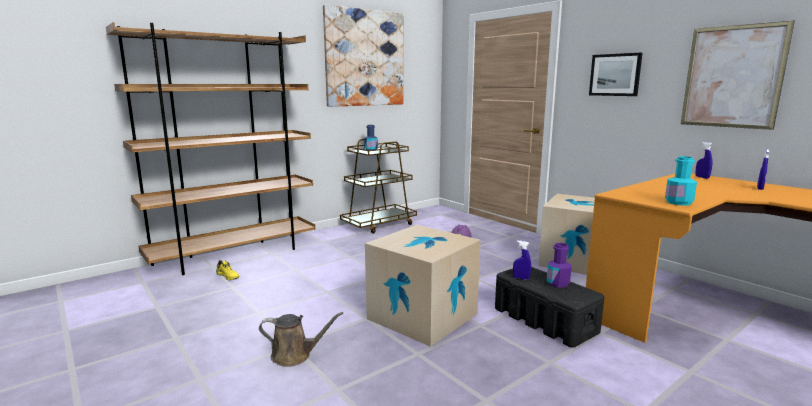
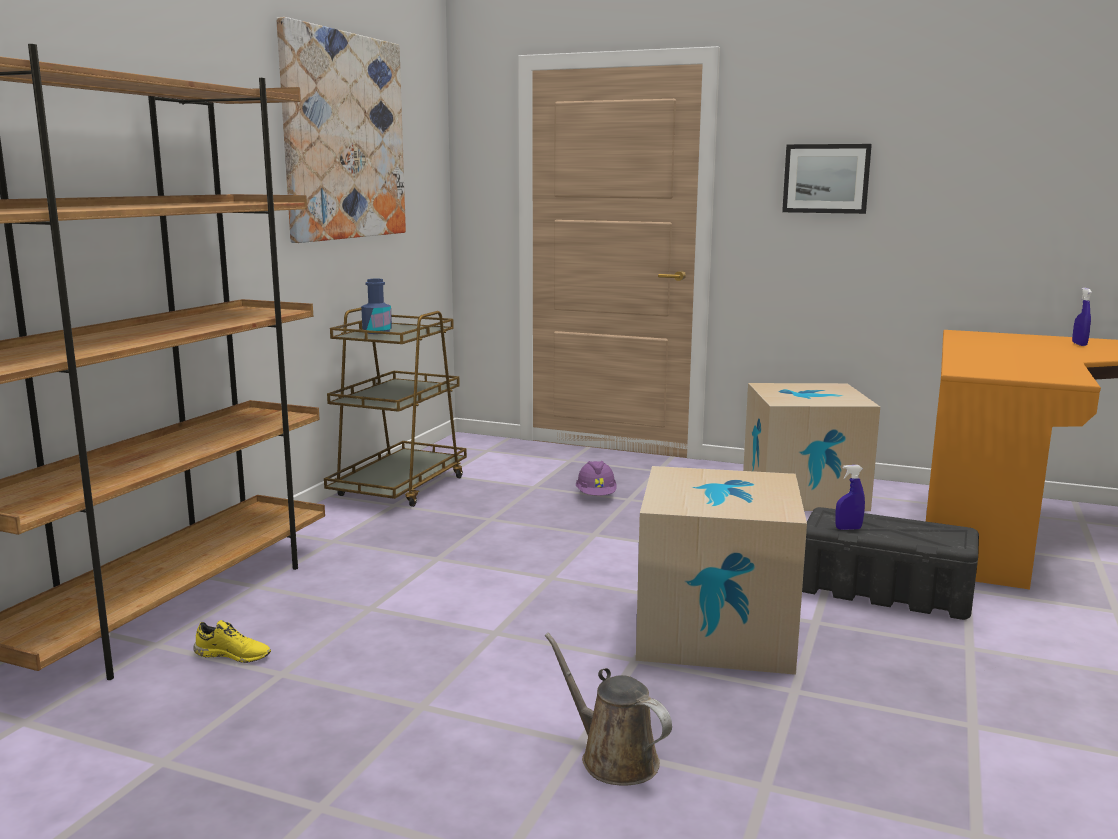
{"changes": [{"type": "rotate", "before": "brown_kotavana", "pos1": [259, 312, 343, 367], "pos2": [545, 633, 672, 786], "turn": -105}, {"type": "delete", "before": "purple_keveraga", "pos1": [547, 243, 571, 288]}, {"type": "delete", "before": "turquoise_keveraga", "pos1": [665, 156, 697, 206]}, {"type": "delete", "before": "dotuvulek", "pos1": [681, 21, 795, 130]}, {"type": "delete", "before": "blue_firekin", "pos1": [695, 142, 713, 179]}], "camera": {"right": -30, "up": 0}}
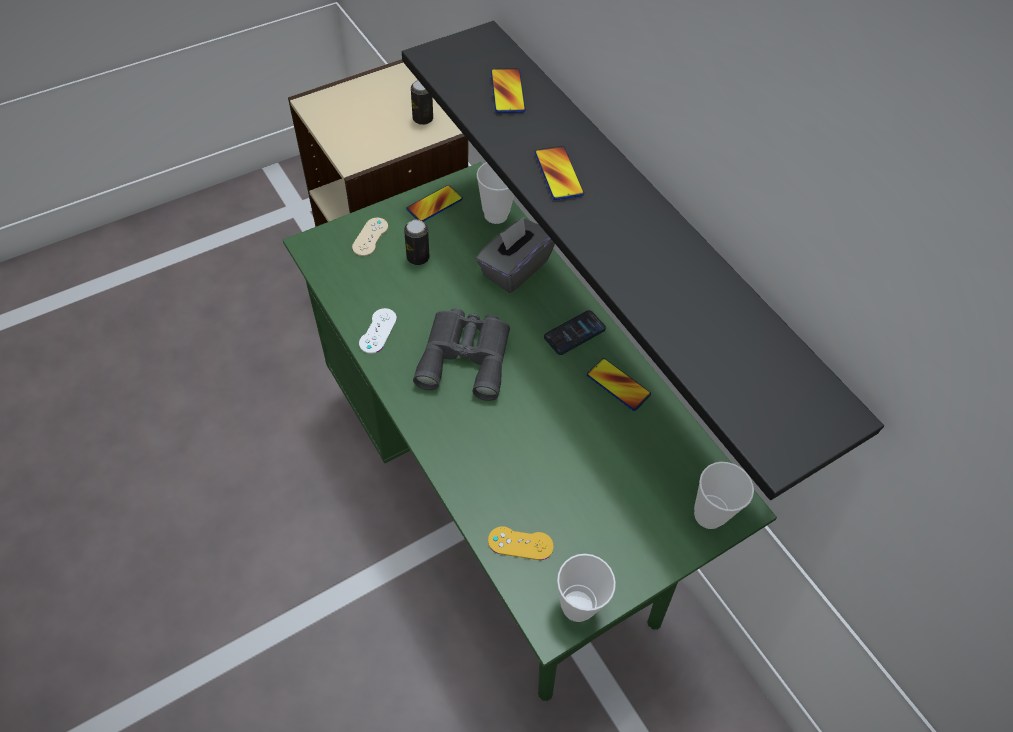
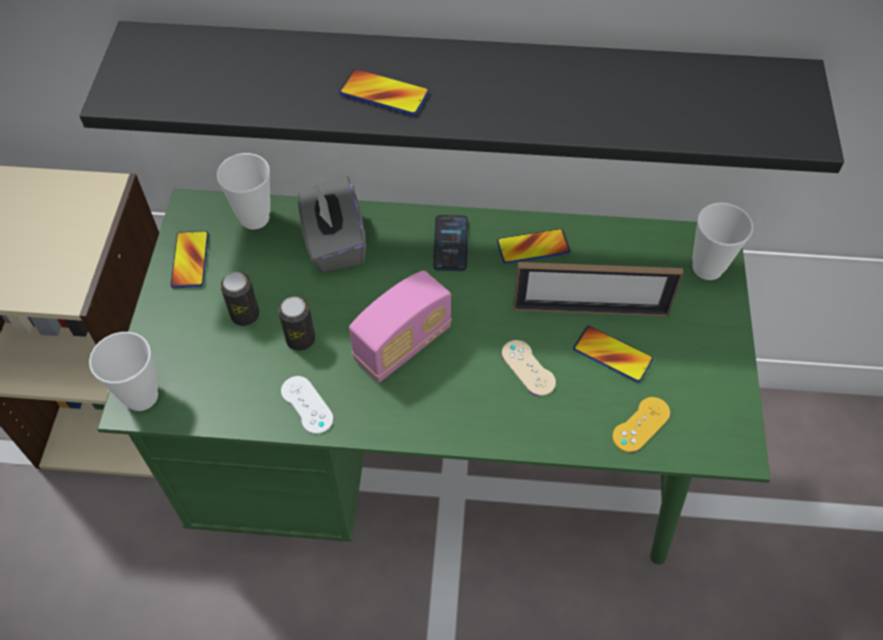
{"changes": [{"type": "move", "before": "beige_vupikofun", "pos1": [352, 218, 388, 256], "pos2": [502, 340, 556, 396]}, {"type": "move", "before": "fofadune", "pos1": [411, 80, 433, 125], "pos2": [278, 297, 315, 351]}, {"type": "replace", "before": "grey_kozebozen", "after": "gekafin", "pos1": [413, 308, 510, 401], "pos2": [349, 270, 452, 383]}, {"type": "move", "before": "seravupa", "pos1": [491, 68, 526, 113], "pos2": [573, 326, 653, 382]}, {"type": "move", "before": "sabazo", "pos1": [557, 554, 616, 622], "pos2": [89, 332, 158, 411]}, {"type": "insert", "after": "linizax", "pos2": [513, 262, 684, 316]}], "camera": {"right": -50, "up": 0}}
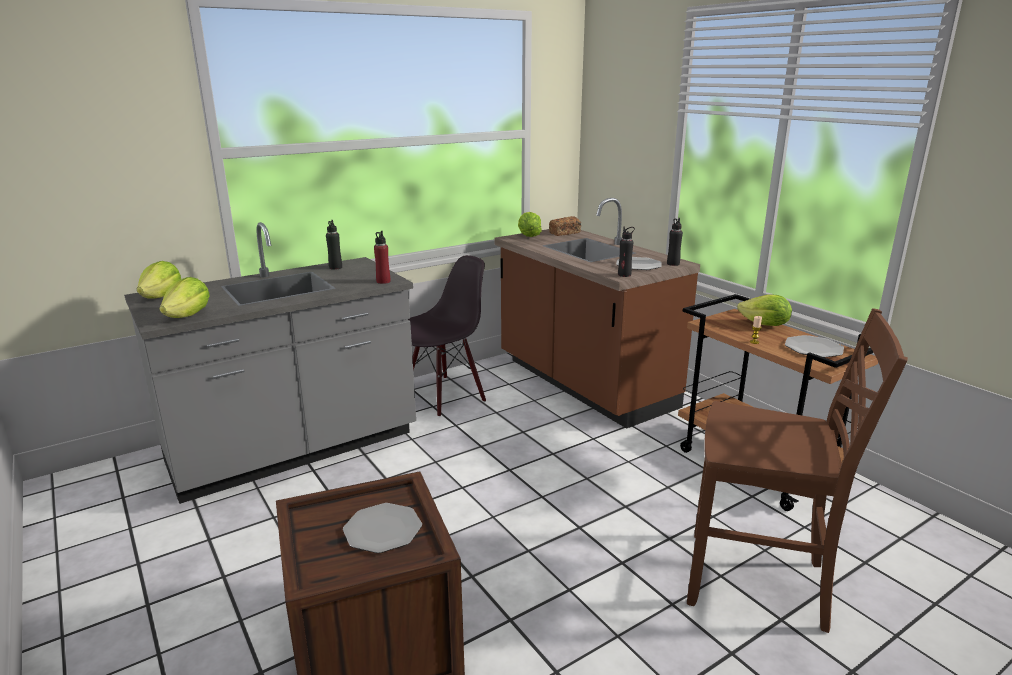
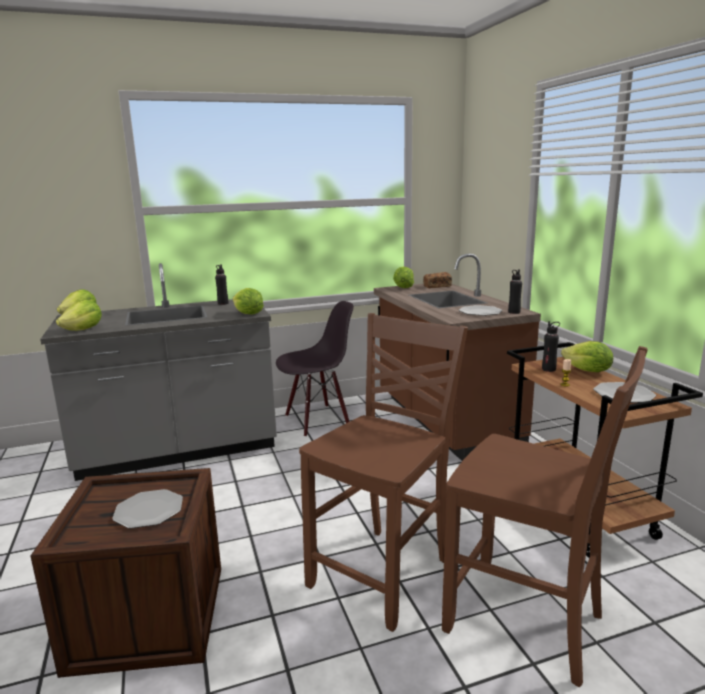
{"changes": [{"type": "replace", "before": "red_keveraga", "after": "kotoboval", "pos1": [374, 231, 390, 284], "pos2": [233, 288, 264, 315]}, {"type": "move", "before": "black_keveraga", "pos1": [618, 227, 635, 277], "pos2": [542, 321, 560, 372]}, {"type": "insert", "after": "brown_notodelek", "pos2": [299, 313, 468, 632]}], "camera": {"right": 15, "up": -5}}
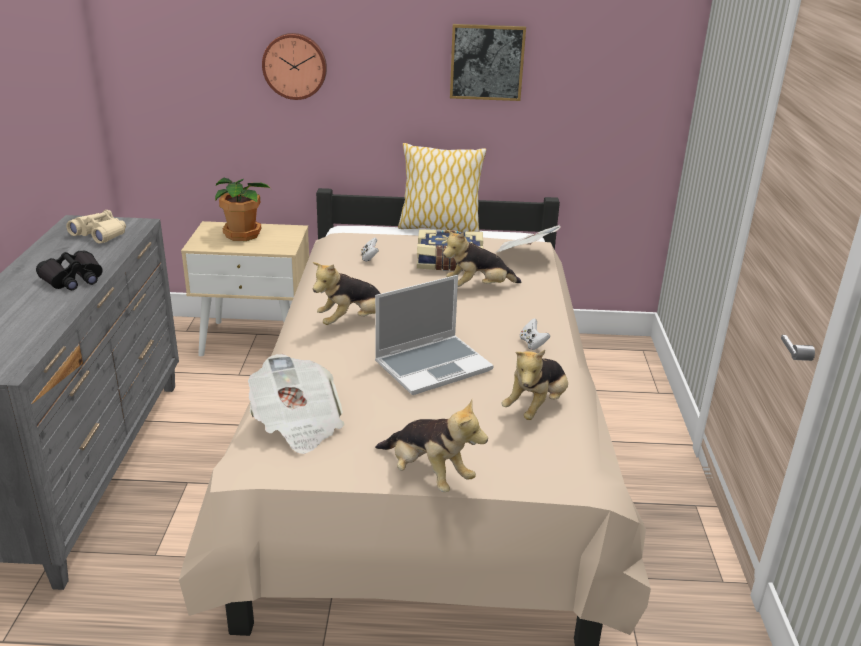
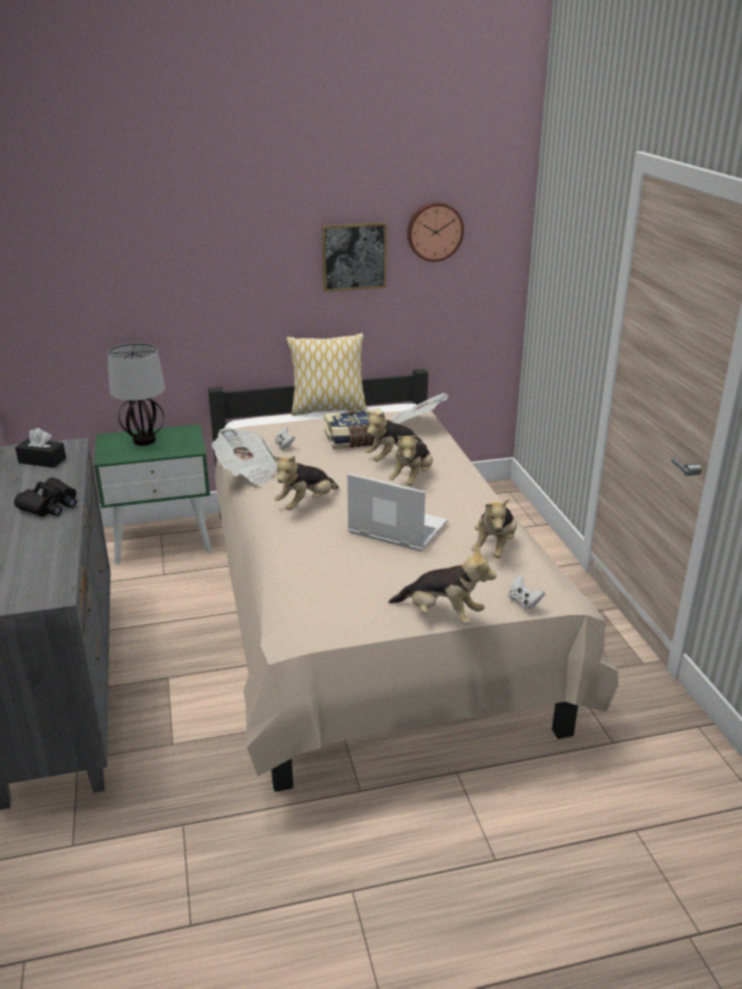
{"changes": [{"type": "replace", "before": "beige_kozebozen", "after": "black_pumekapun", "pos1": [66, 210, 126, 244], "pos2": [15, 428, 66, 468]}, {"type": "recolor", "before": "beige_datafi", "after": "green_datafi", "pos1": [181, 221, 309, 356], "pos2": [94, 424, 212, 564]}, {"type": "replace", "before": "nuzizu", "after": "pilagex", "pos1": [215, 177, 271, 241], "pos2": [107, 343, 166, 446]}, {"type": "move", "before": "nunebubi", "pos1": [248, 354, 344, 454], "pos2": [212, 428, 278, 486]}, {"type": "move", "before": "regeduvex", "pos1": [262, 33, 327, 100], "pos2": [407, 202, 464, 262]}, {"type": "rotate", "before": "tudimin", "pos1": [375, 275, 494, 395], "pos2": [347, 473, 448, 552], "turn": -105}, {"type": "move", "before": "white_vupikofun", "pos1": [520, 318, 550, 350], "pos2": [508, 575, 545, 610]}, {"type": "insert", "after": "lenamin", "pos2": [389, 433, 433, 486]}], "camera": {"right": -15, "up": 0}}
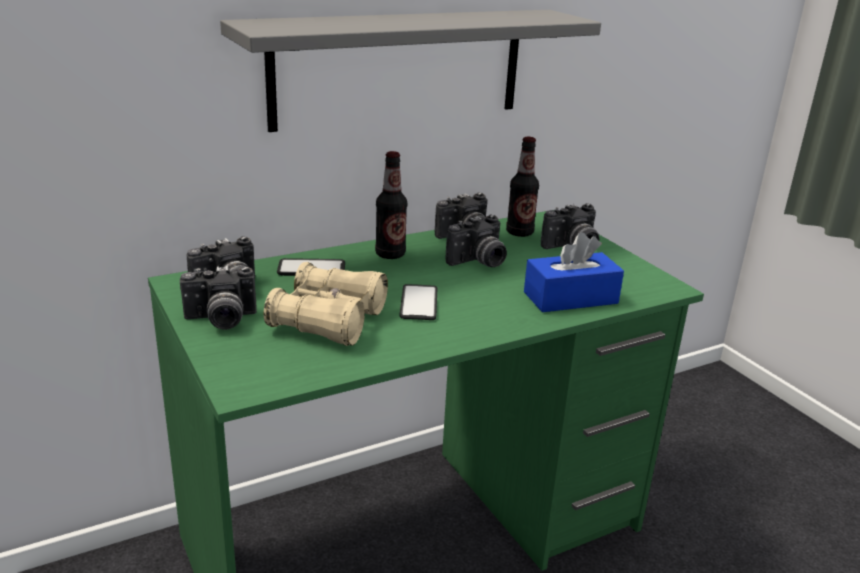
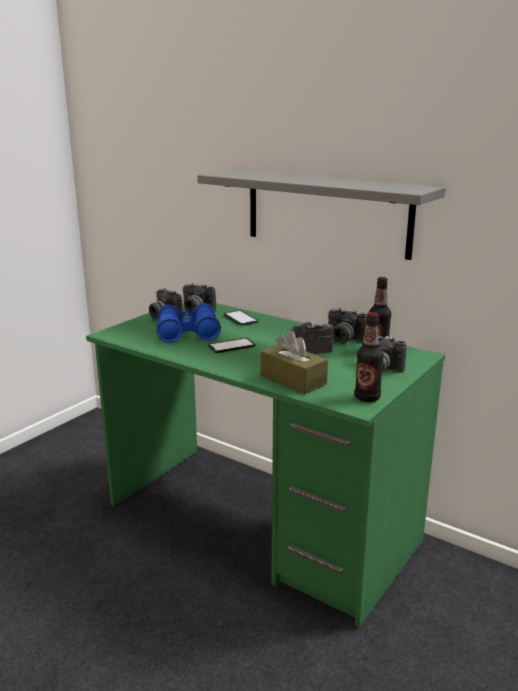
{"changes": [{"type": "recolor", "before": "beige_kozebozen", "after": "blue_kozebozen", "pos1": [264, 262, 388, 346], "pos2": [156, 303, 221, 343]}, {"type": "move", "before": "keveraga", "pos1": [375, 151, 407, 259], "pos2": [355, 312, 384, 402]}, {"type": "rotate", "before": "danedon", "pos1": [446, 214, 507, 267], "pos2": [291, 322, 334, 354], "turn": 135}, {"type": "recolor", "before": "blue_pumekapun", "after": "brown_pumekapun", "pos1": [524, 232, 624, 312], "pos2": [261, 331, 328, 394]}], "camera": {"right": 65, "up": -5}}
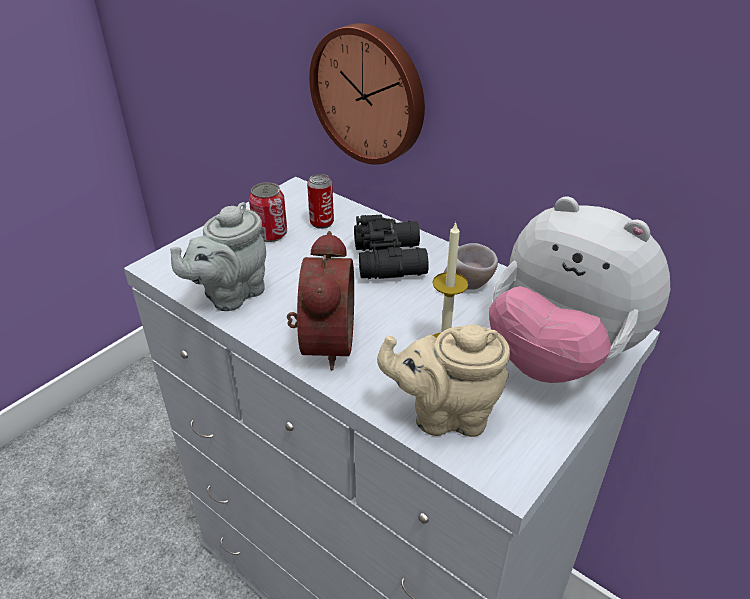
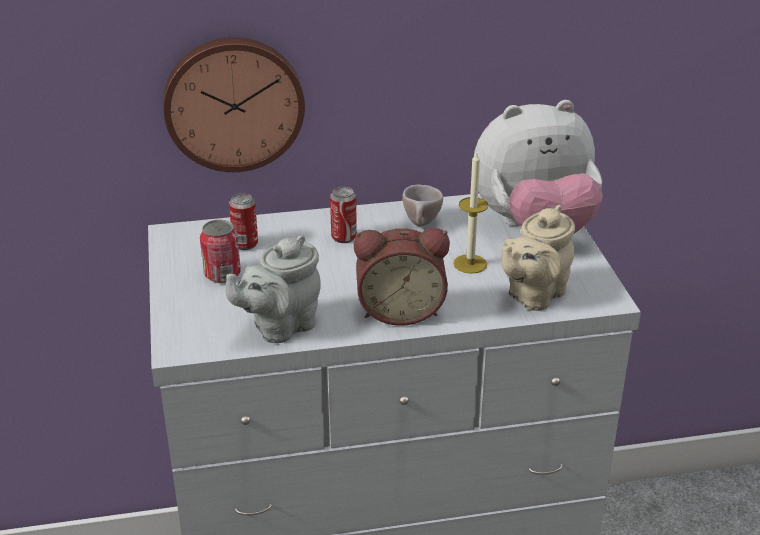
{"changes": [{"type": "rotate", "before": "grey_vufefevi", "pos1": [170, 202, 266, 311], "pos2": [226, 235, 321, 343], "turn": 60}, {"type": "rotate", "before": "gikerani", "pos1": [287, 231, 354, 370], "pos2": [354, 228, 450, 326], "turn": 135}, {"type": "replace", "before": "black_kozebozen", "after": "fofadune", "pos1": [354, 215, 429, 279], "pos2": [330, 187, 357, 243]}], "camera": {"right": -50, "up": -5}}
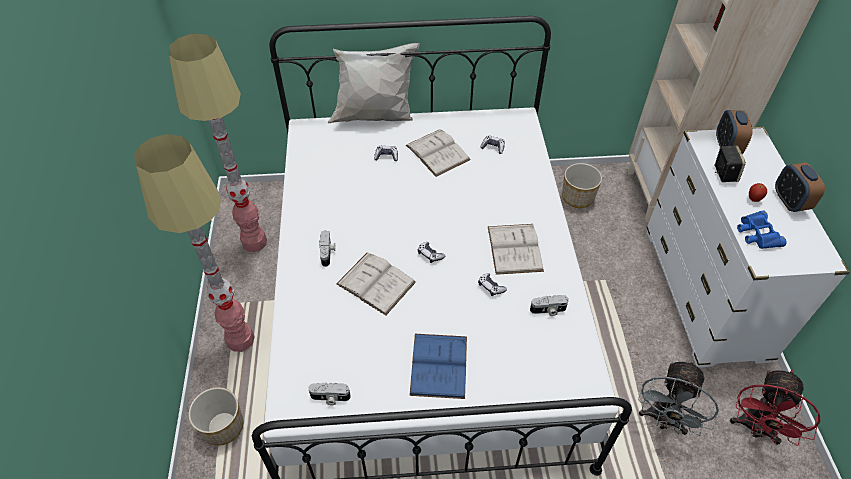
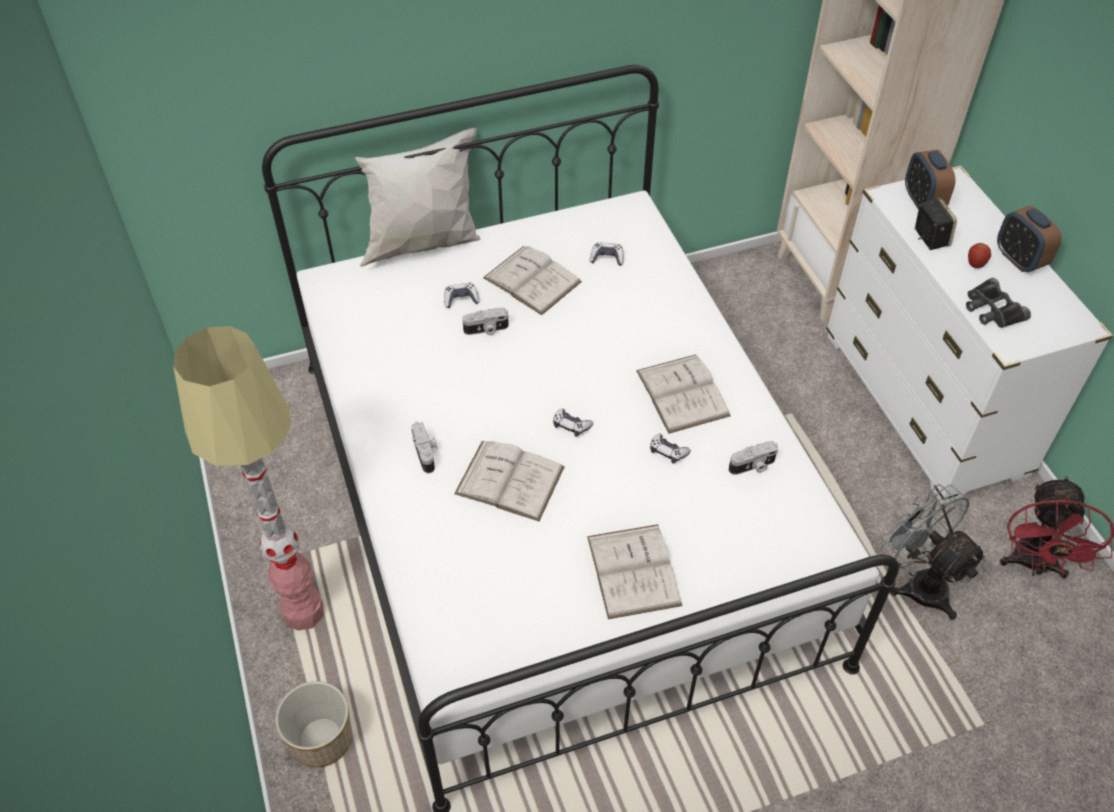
{"changes": [{"type": "delete", "before": "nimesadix", "pos1": [169, 34, 267, 252]}, {"type": "move", "before": "danedon", "pos1": [308, 382, 351, 405], "pos2": [462, 308, 509, 335]}, {"type": "recolor", "before": "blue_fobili", "after": "white_fobili", "pos1": [409, 334, 467, 399], "pos2": [587, 524, 683, 619]}, {"type": "delete", "before": "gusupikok", "pos1": [562, 163, 602, 208]}, {"type": "rotate", "before": "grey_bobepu", "pos1": [638, 360, 719, 436], "pos2": [881, 484, 987, 620], "turn": 135}, {"type": "recolor", "before": "blue_kozebozen", "after": "black_kozebozen", "pos1": [737, 210, 787, 249], "pos2": [966, 278, 1031, 328]}], "camera": {"right": -15, "up": 0}}
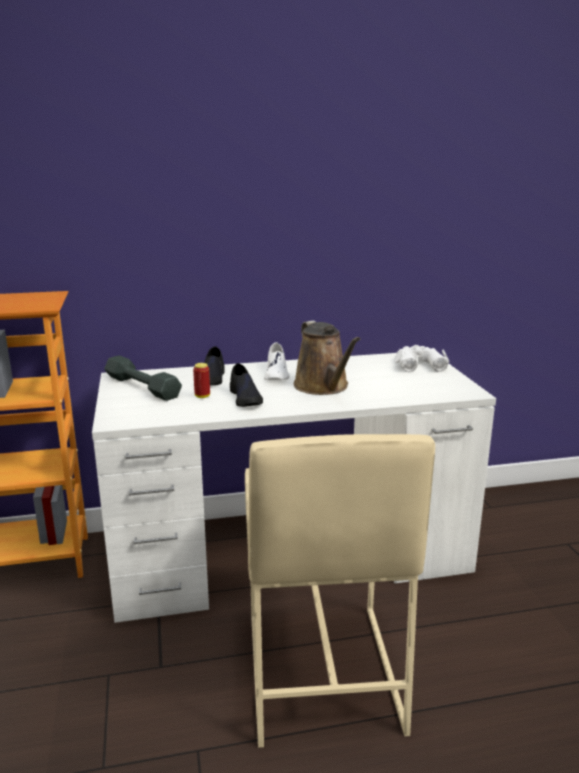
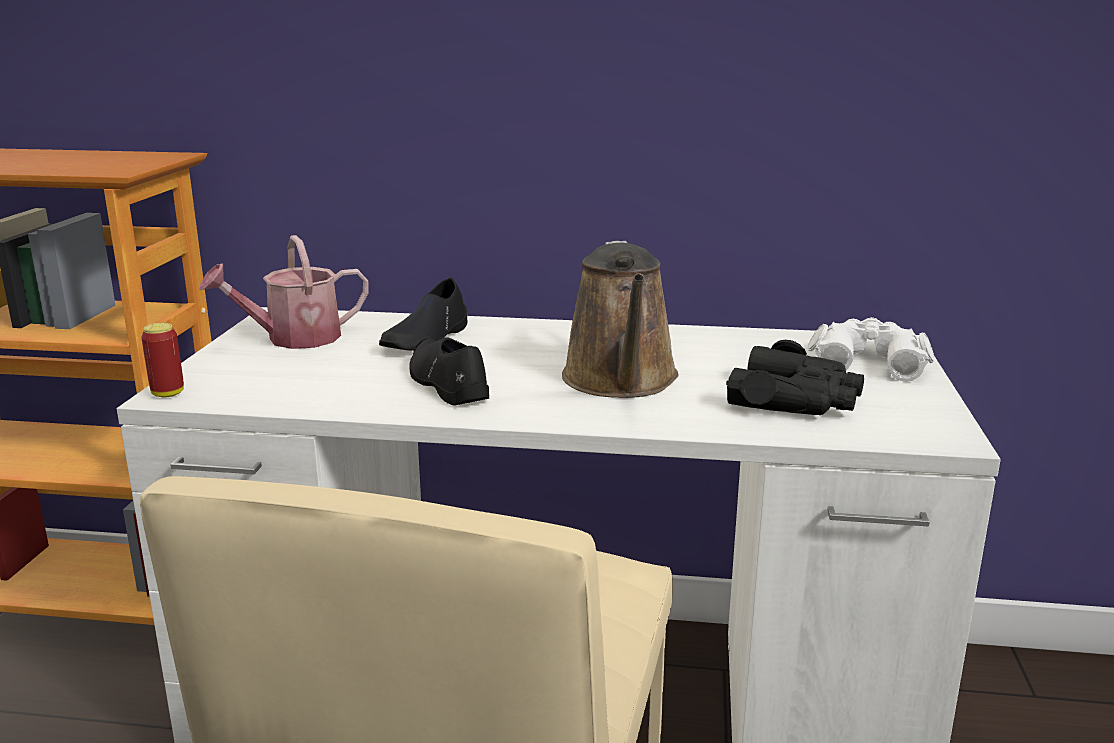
{"changes": [{"type": "replace", "before": "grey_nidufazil", "after": "kotavana", "pos1": [104, 355, 182, 401], "pos2": [199, 235, 368, 349]}, {"type": "move", "before": "fofadune", "pos1": [193, 363, 210, 398], "pos2": [141, 323, 184, 397]}, {"type": "rotate", "before": "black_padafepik", "pos1": [230, 363, 263, 407], "pos2": [410, 337, 489, 406], "turn": 150}, {"type": "delete", "before": "white_padafepik", "pos1": [264, 342, 289, 380]}, {"type": "insert", "after": "black_kozebozen", "pos2": [726, 340, 864, 415]}], "camera": {"right": 20, "up": 0}}
